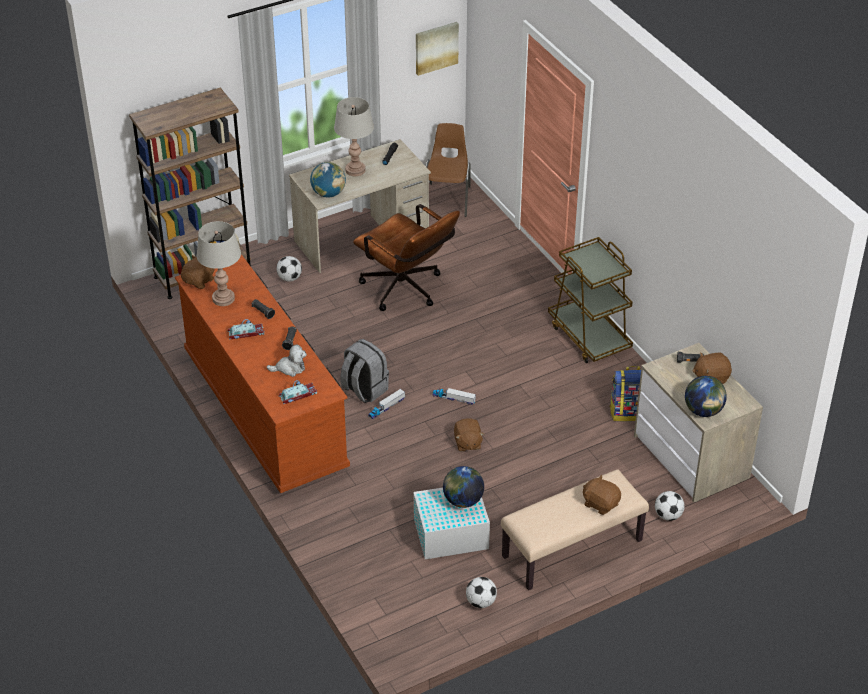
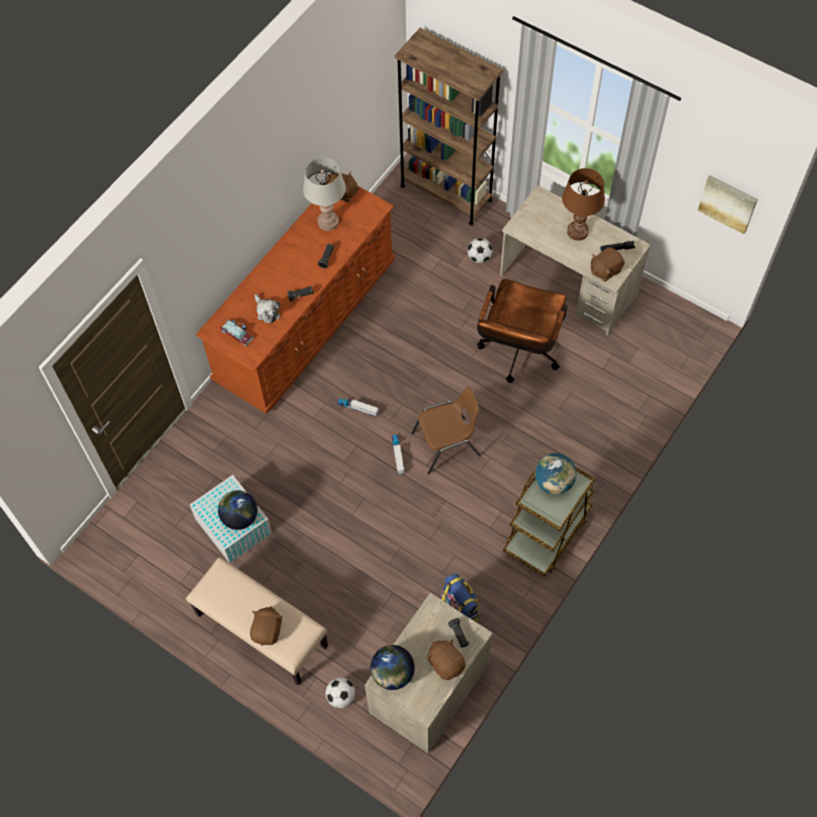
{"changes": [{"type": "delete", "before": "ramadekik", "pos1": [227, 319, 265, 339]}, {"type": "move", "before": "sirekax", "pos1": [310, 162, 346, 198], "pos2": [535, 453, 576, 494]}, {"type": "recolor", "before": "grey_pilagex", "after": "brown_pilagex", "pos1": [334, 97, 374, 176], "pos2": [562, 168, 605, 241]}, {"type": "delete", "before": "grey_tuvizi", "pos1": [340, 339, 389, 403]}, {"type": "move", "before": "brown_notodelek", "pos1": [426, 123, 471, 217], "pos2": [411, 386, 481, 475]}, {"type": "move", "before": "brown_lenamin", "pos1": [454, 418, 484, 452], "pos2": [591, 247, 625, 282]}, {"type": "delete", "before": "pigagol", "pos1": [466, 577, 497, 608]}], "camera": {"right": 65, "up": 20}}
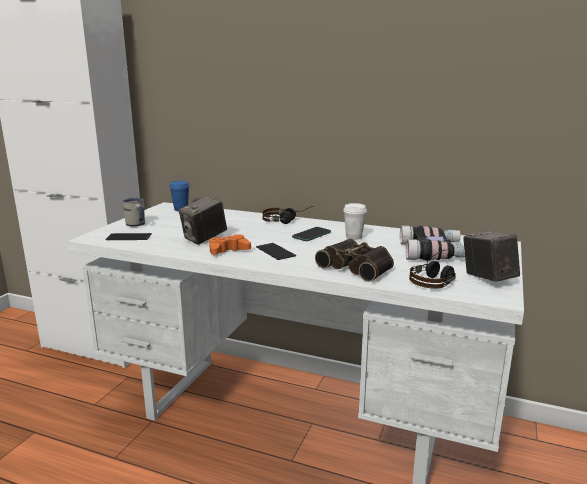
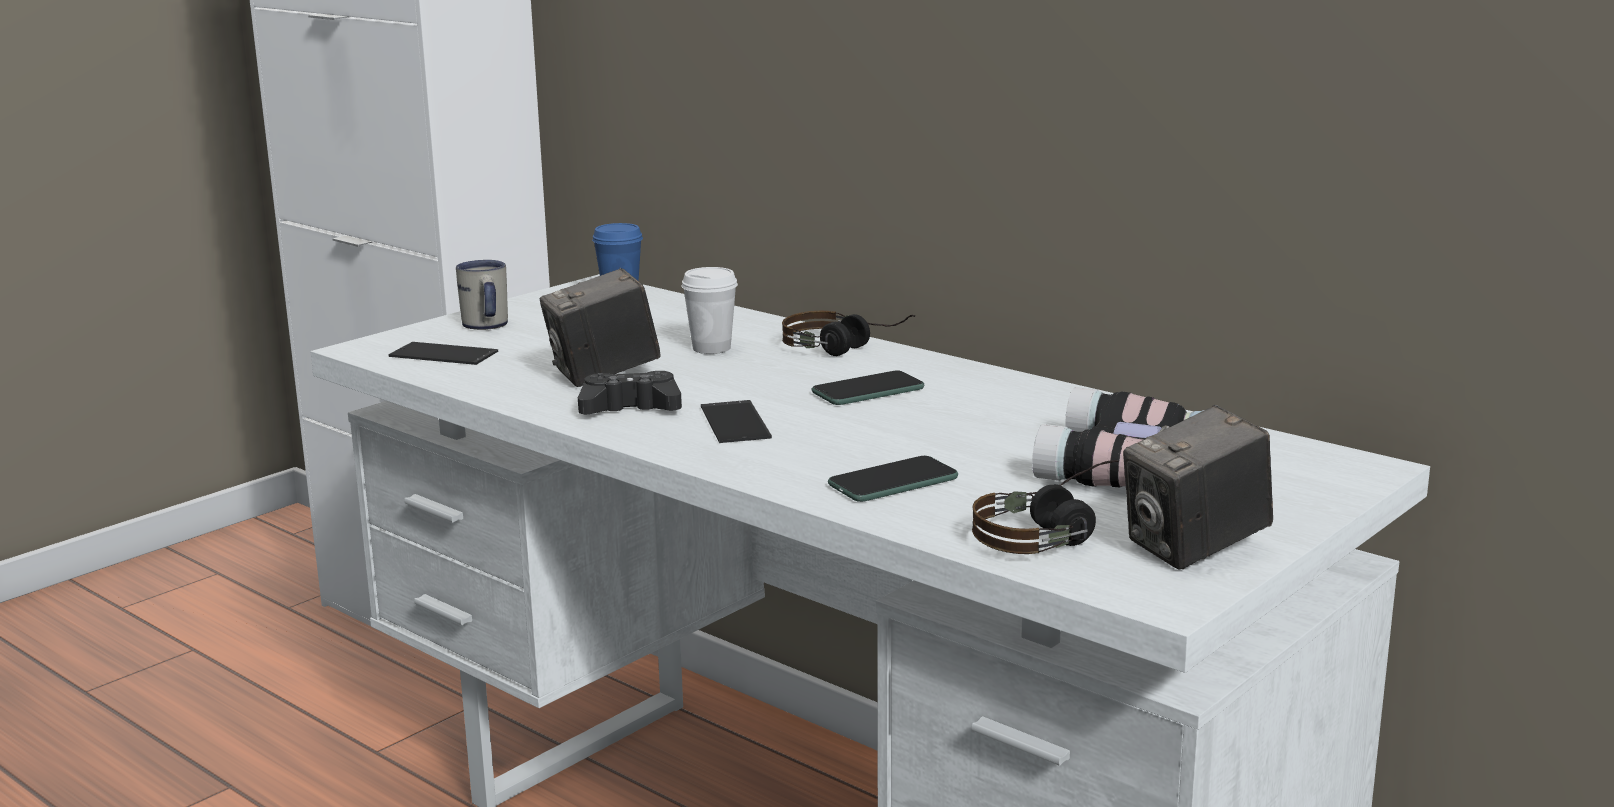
{"changes": [{"type": "recolor", "before": "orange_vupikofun", "after": "black_vupikofun", "pos1": [209, 234, 251, 255], "pos2": [578, 371, 682, 414]}, {"type": "replace", "before": "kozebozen", "after": "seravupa", "pos1": [315, 239, 394, 282], "pos2": [828, 456, 958, 502]}, {"type": "move", "before": "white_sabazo", "pos1": [343, 203, 367, 240], "pos2": [681, 267, 738, 354]}, {"type": "rotate", "before": "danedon", "pos1": [463, 231, 520, 282], "pos2": [1123, 405, 1273, 570], "turn": -120}], "camera": {"right": 20, "up": 0}}
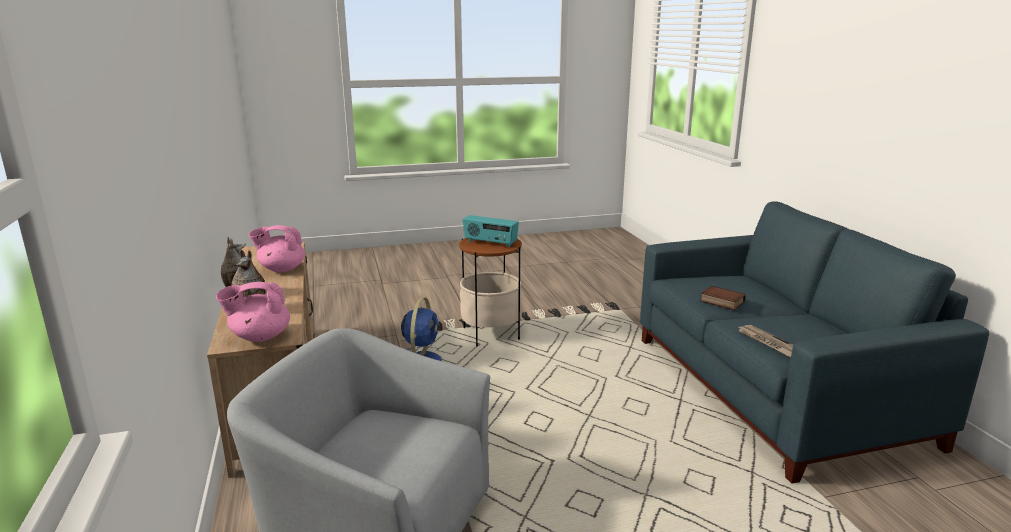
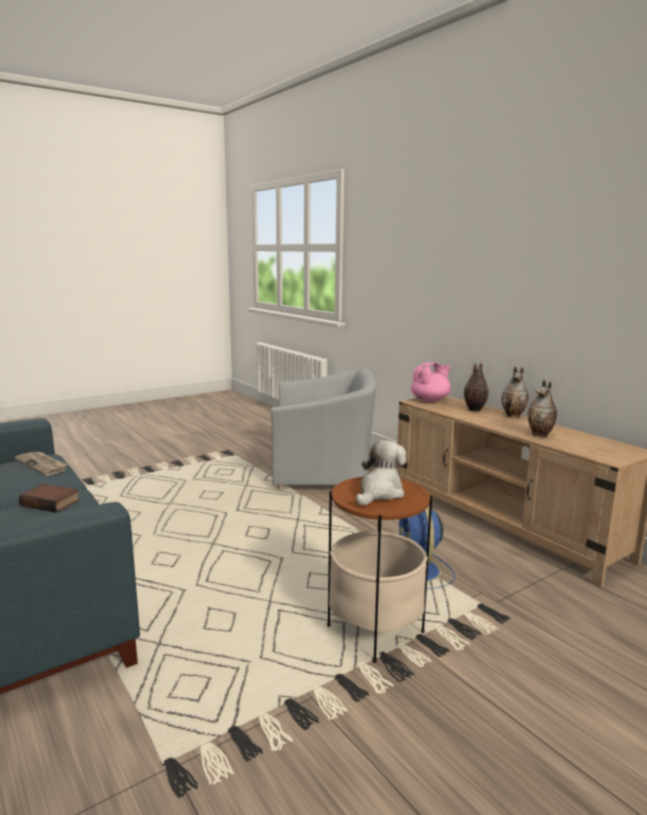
{"changes": [{"type": "replace", "before": "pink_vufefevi", "after": "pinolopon", "pos1": [249, 225, 305, 272], "pos2": [527, 380, 557, 438]}, {"type": "replace", "before": "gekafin", "after": "lenamin", "pos1": [463, 215, 519, 247], "pos2": [356, 440, 406, 505]}], "camera": {"right": 160, "up": -5}}
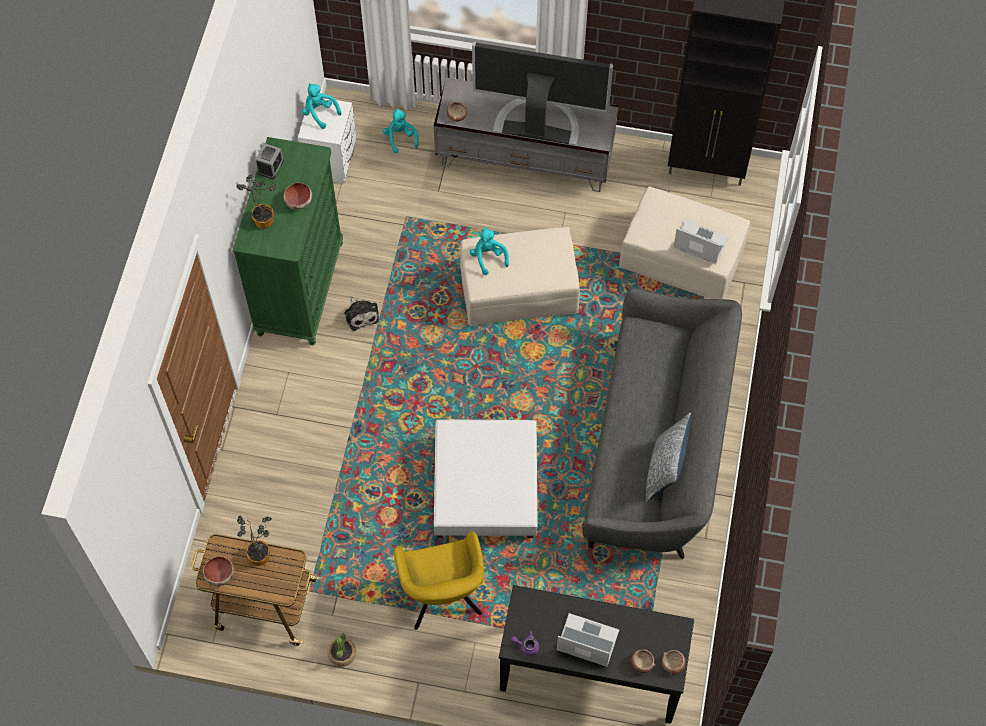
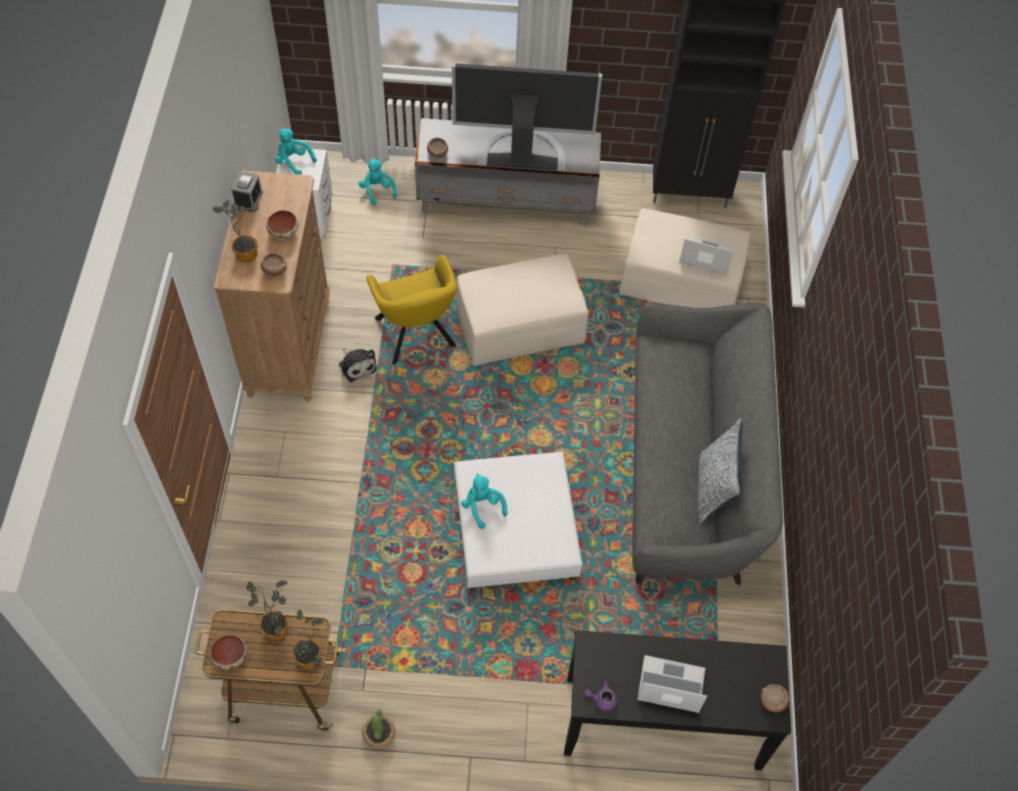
{"changes": [{"type": "recolor", "before": "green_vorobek", "after": "brown_vorobek", "pos1": [232, 137, 343, 346], "pos2": [214, 170, 330, 401]}, {"type": "move", "before": "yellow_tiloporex", "pos1": [394, 531, 484, 630], "pos2": [366, 255, 457, 365]}, {"type": "move", "before": "turquoise_lenamin", "pos1": [470, 227, 509, 275], "pos2": [461, 474, 508, 529]}, {"type": "move", "before": "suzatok", "pos1": [631, 649, 655, 673], "pos2": [261, 253, 287, 276]}, {"type": "insert", "after": "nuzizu", "pos2": [274, 610, 323, 669]}], "camera": {"right": -10, "up": -5}}
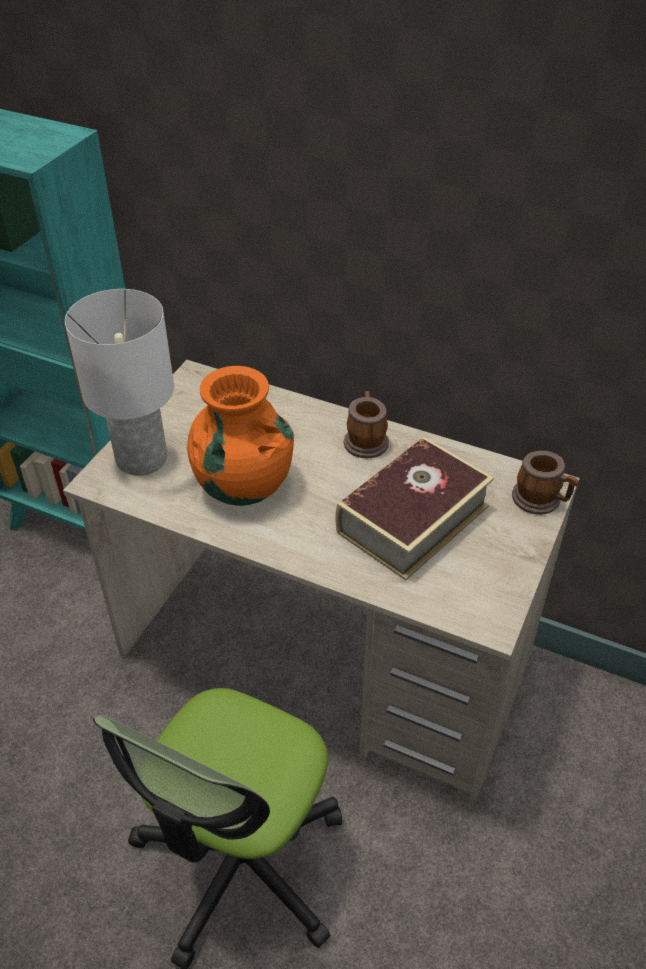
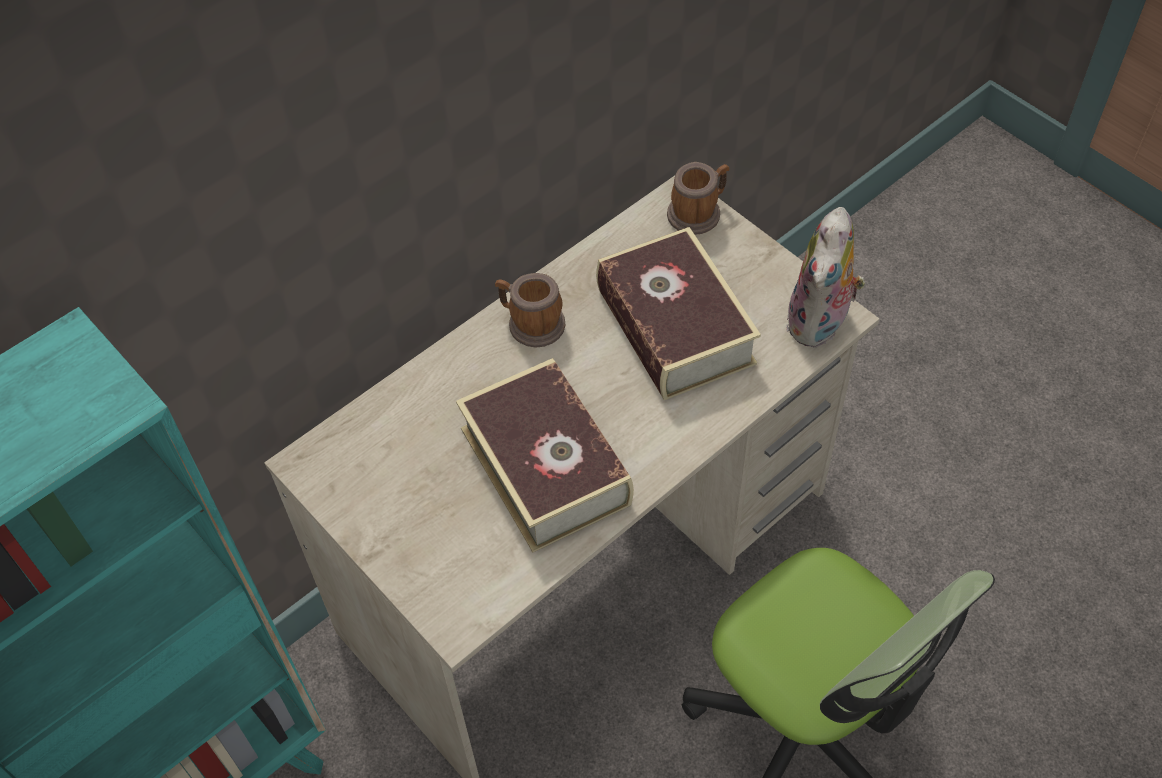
{"changes": [{"type": "delete", "before": "white_pilagex", "pos1": [65, 289, 174, 476]}, {"type": "replace", "before": "orange_pinolopon", "after": "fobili", "pos1": [187, 366, 294, 506], "pos2": [456, 358, 634, 553]}, {"type": "insert", "after": "lenamin", "pos2": [786, 207, 865, 347]}], "camera": {"right": -65, "up": 10}}
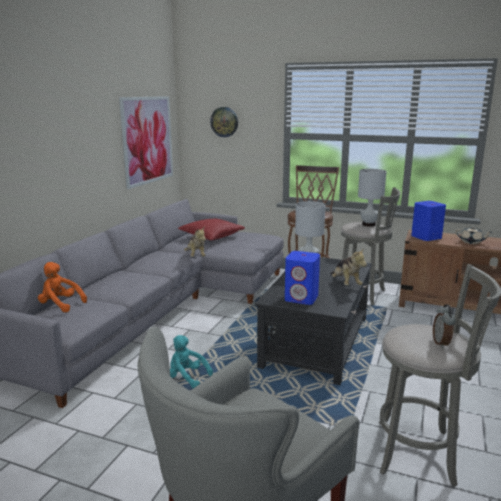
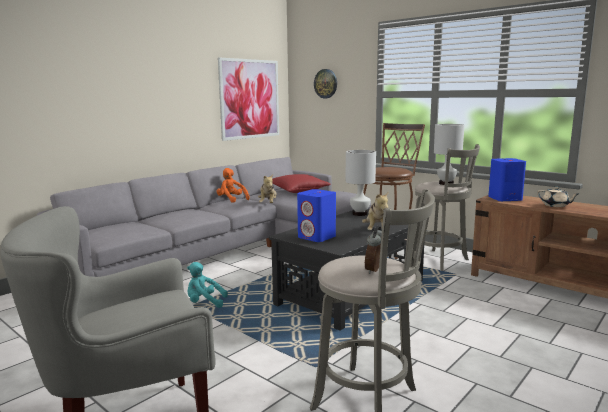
{"changes": [{"type": "move", "before": "orange_lenamin", "pos1": [38, 262, 87, 312], "pos2": [216, 168, 250, 203]}, {"type": "rotate", "before": "turquoise_lenamin", "pos1": [170, 335, 213, 388], "pos2": [187, 262, 228, 308], "turn": -45}], "camera": {"right": 20, "up": -5}}
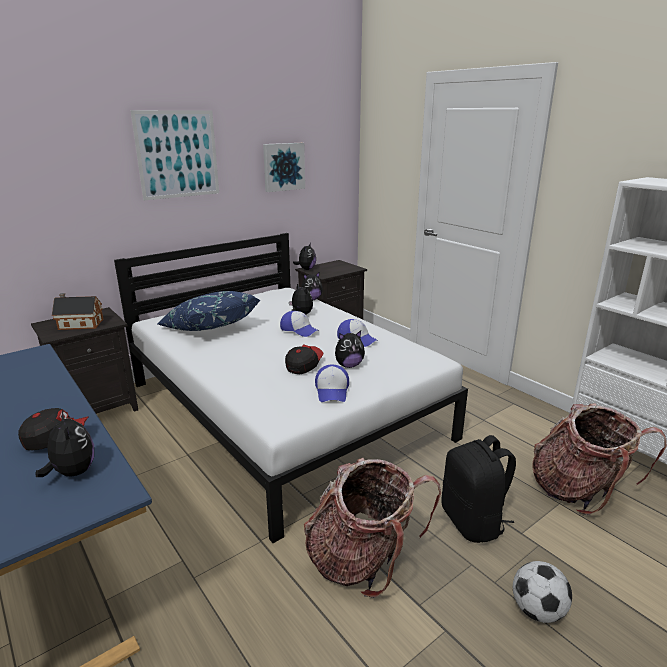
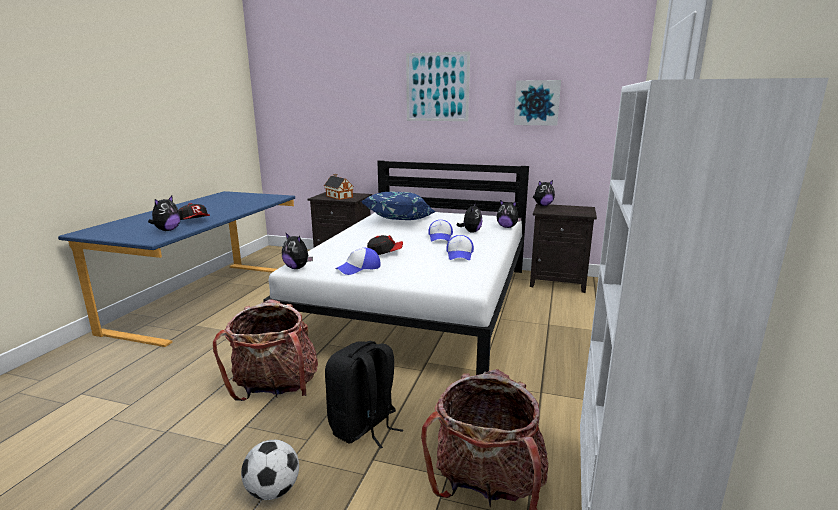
{"changes": [{"type": "move", "before": "lenamin", "pos1": [335, 331, 365, 368], "pos2": [282, 232, 313, 269]}], "camera": {"right": 55, "up": -5}}
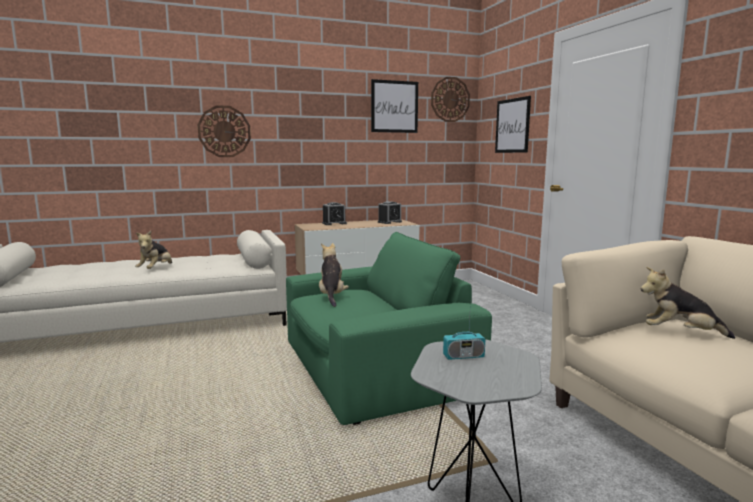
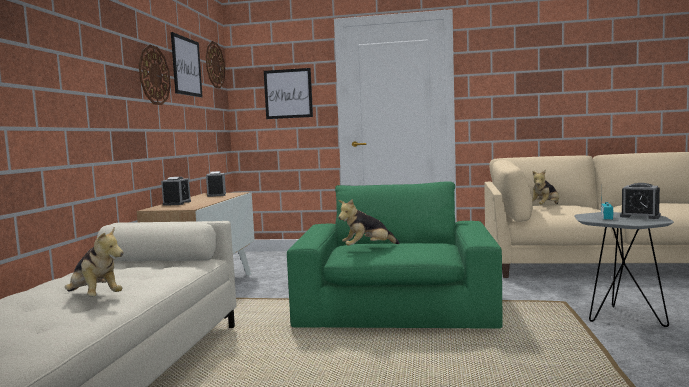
{"changes": [{"type": "move", "before": "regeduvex", "pos1": [198, 105, 251, 157], "pos2": [139, 44, 171, 105]}, {"type": "rotate", "before": "lenamin", "pos1": [319, 243, 349, 307], "pos2": [338, 199, 400, 246], "turn": -45}, {"type": "insert", "after": "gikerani", "pos2": [620, 183, 661, 219]}], "camera": {"right": -60, "up": -5}}
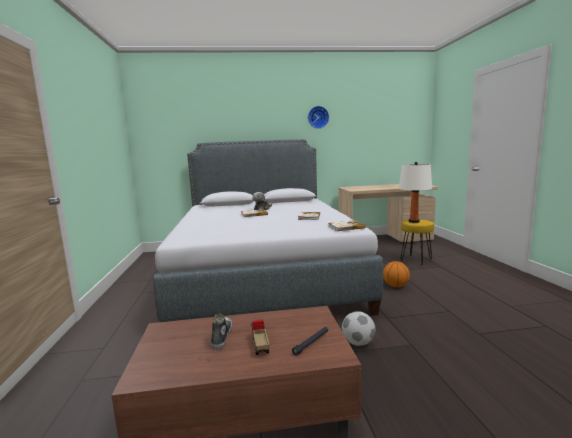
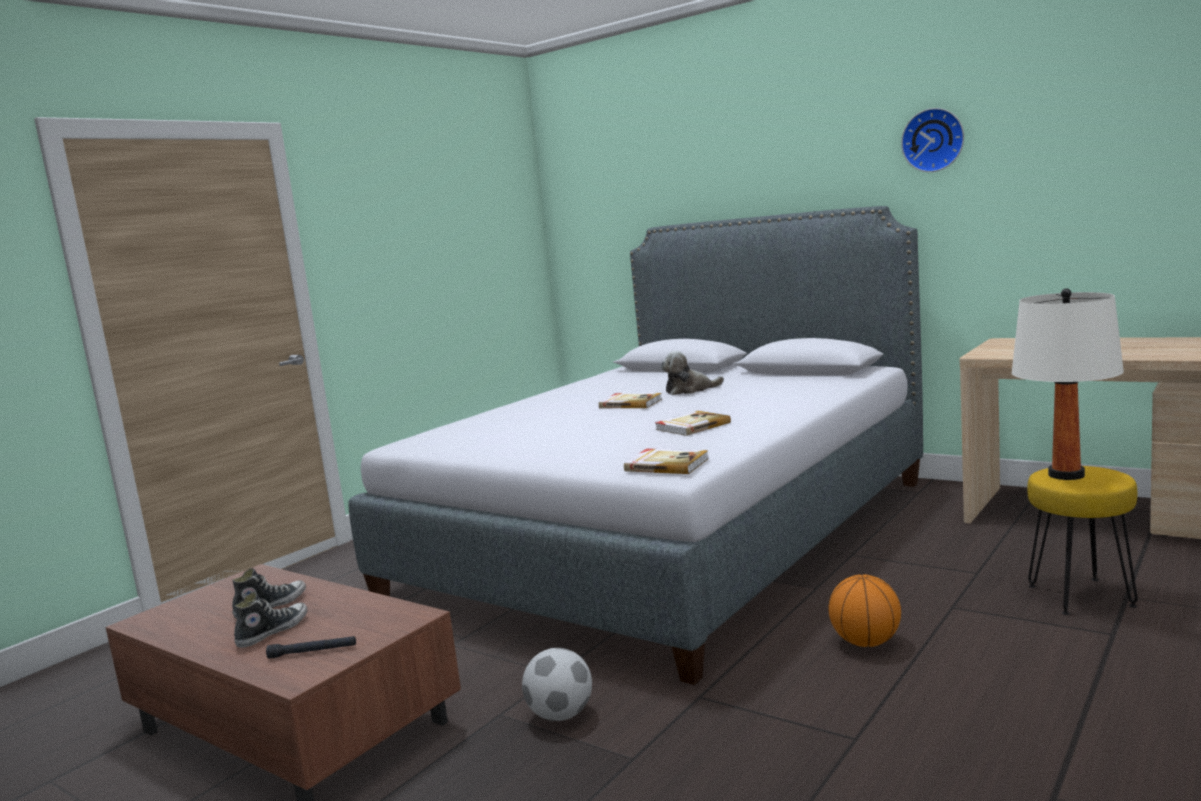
{"changes": [{"type": "replace", "before": "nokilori", "after": "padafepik", "pos1": [251, 320, 270, 355], "pos2": [234, 592, 308, 648]}], "camera": {"right": 45, "up": 0}}
